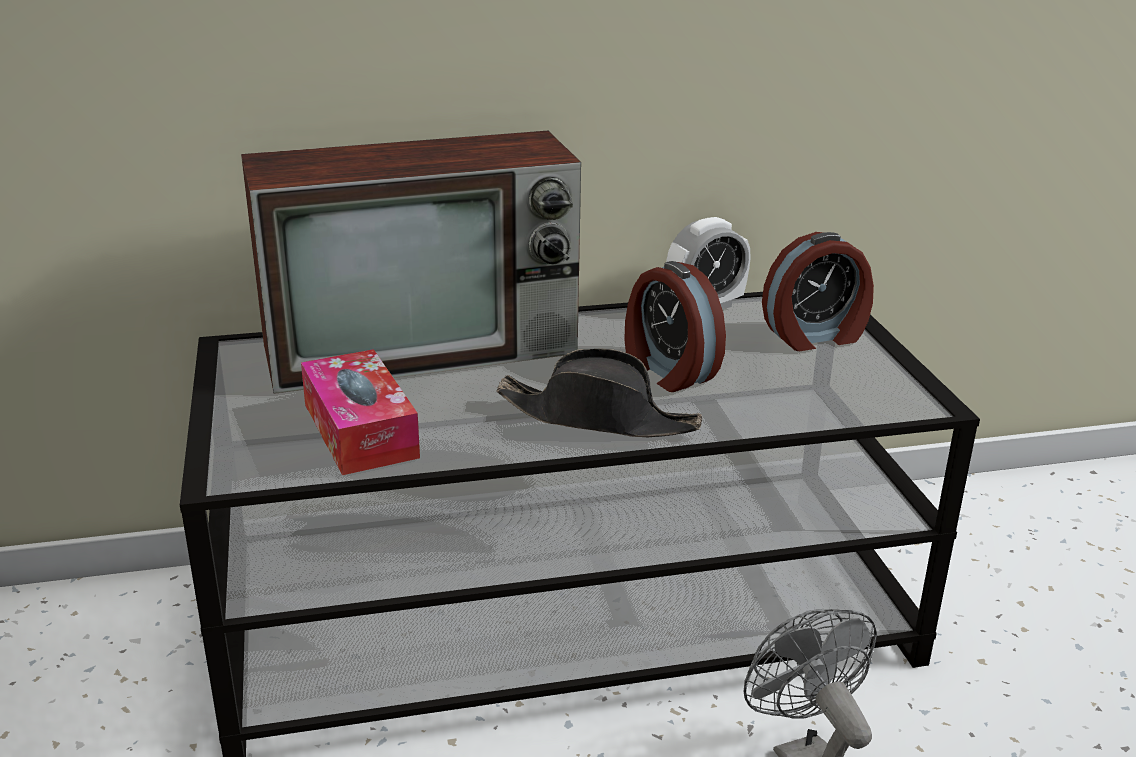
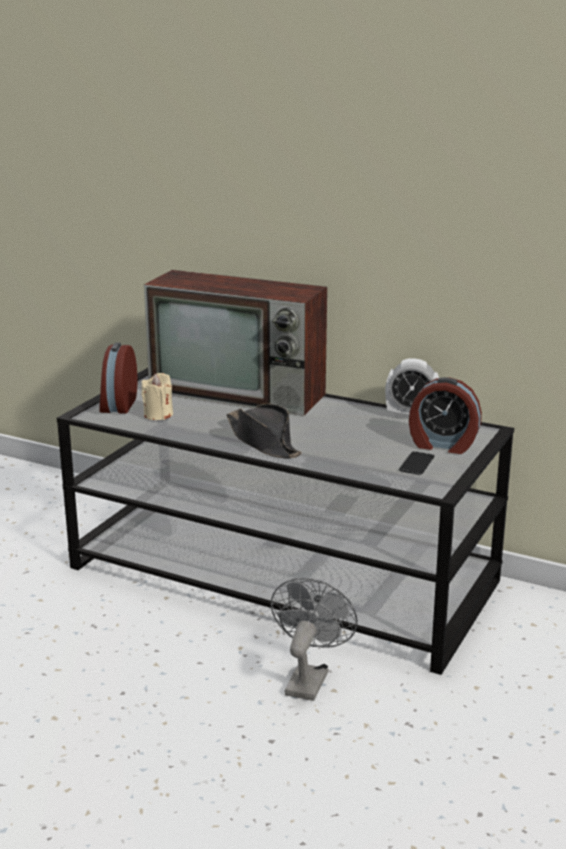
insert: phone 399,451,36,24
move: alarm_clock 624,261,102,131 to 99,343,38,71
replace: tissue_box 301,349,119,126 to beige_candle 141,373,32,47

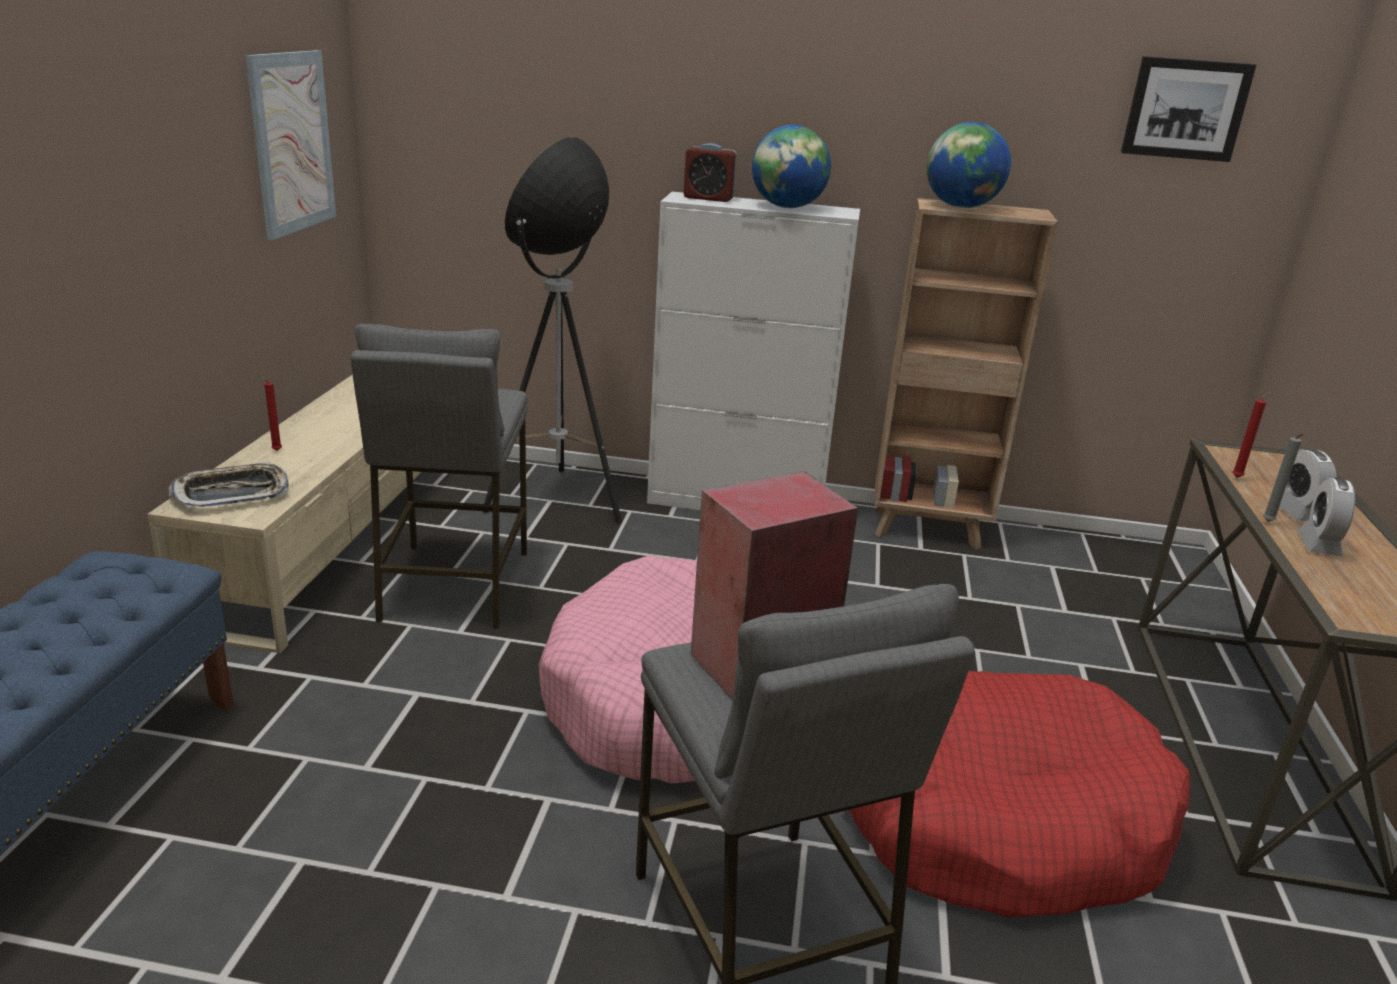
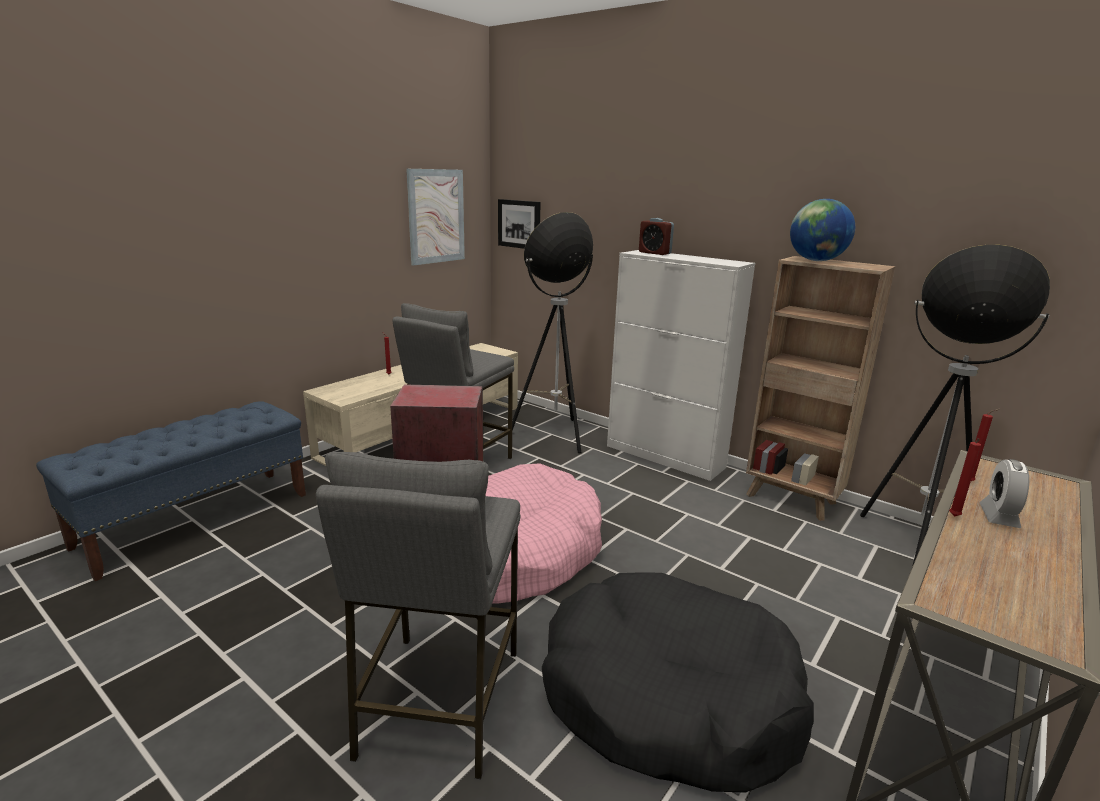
delete: globe 752,125,79,83; tray 168,462,121,47; alarm_clock 1298,477,57,80
insert: floor_lamp 860,245,190,322
move: picture 1121,56,135,106 to 498,199,43,50
recolor: grey_candle 1263,433,41,89 to red_candle 949,438,32,78; red_dog_bed 850,671,340,247 to black_dog_bed 542,572,272,221

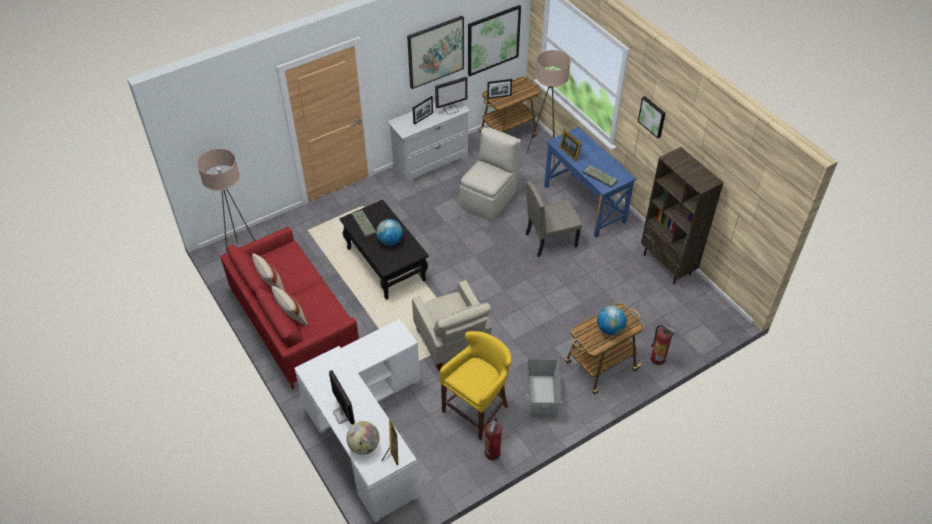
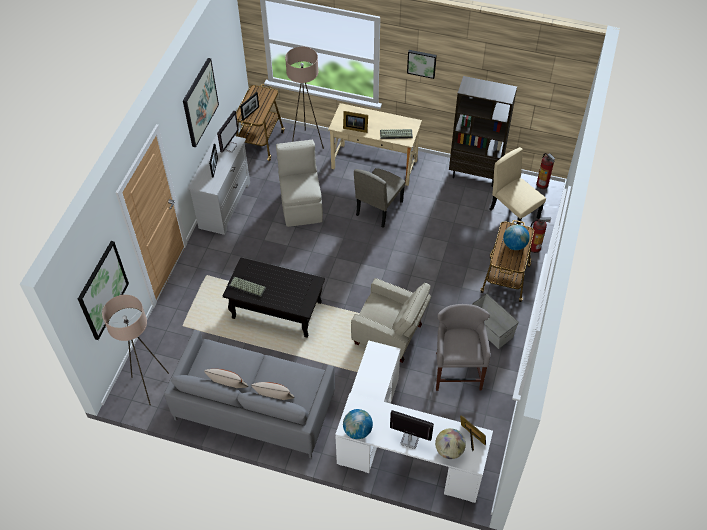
insert: beige_chair 489,147,57,78
move: picture 468,5,53,72 to 78,241,51,99; globe 376,219,27,27 to 343,409,30,30; fire_extinguisher 485,418,17,42 to 536,153,19,36
recolor: blue_desk 544,127,93,110 to beige_desk 328,103,94,83; red_sofa 220,227,139,163 to grey_sofa 164,330,171,128; yellow_stool 440,331,71,109 to grey_stool 436,304,55,87

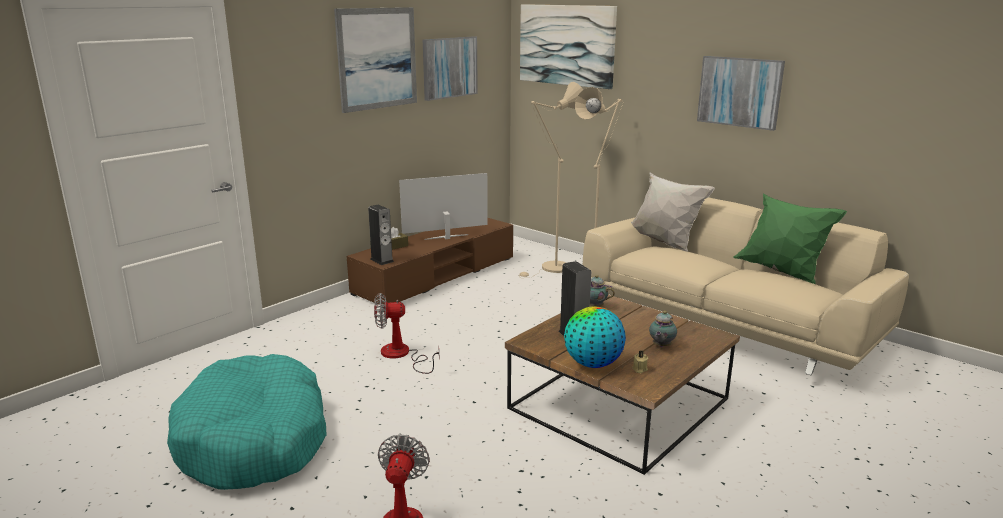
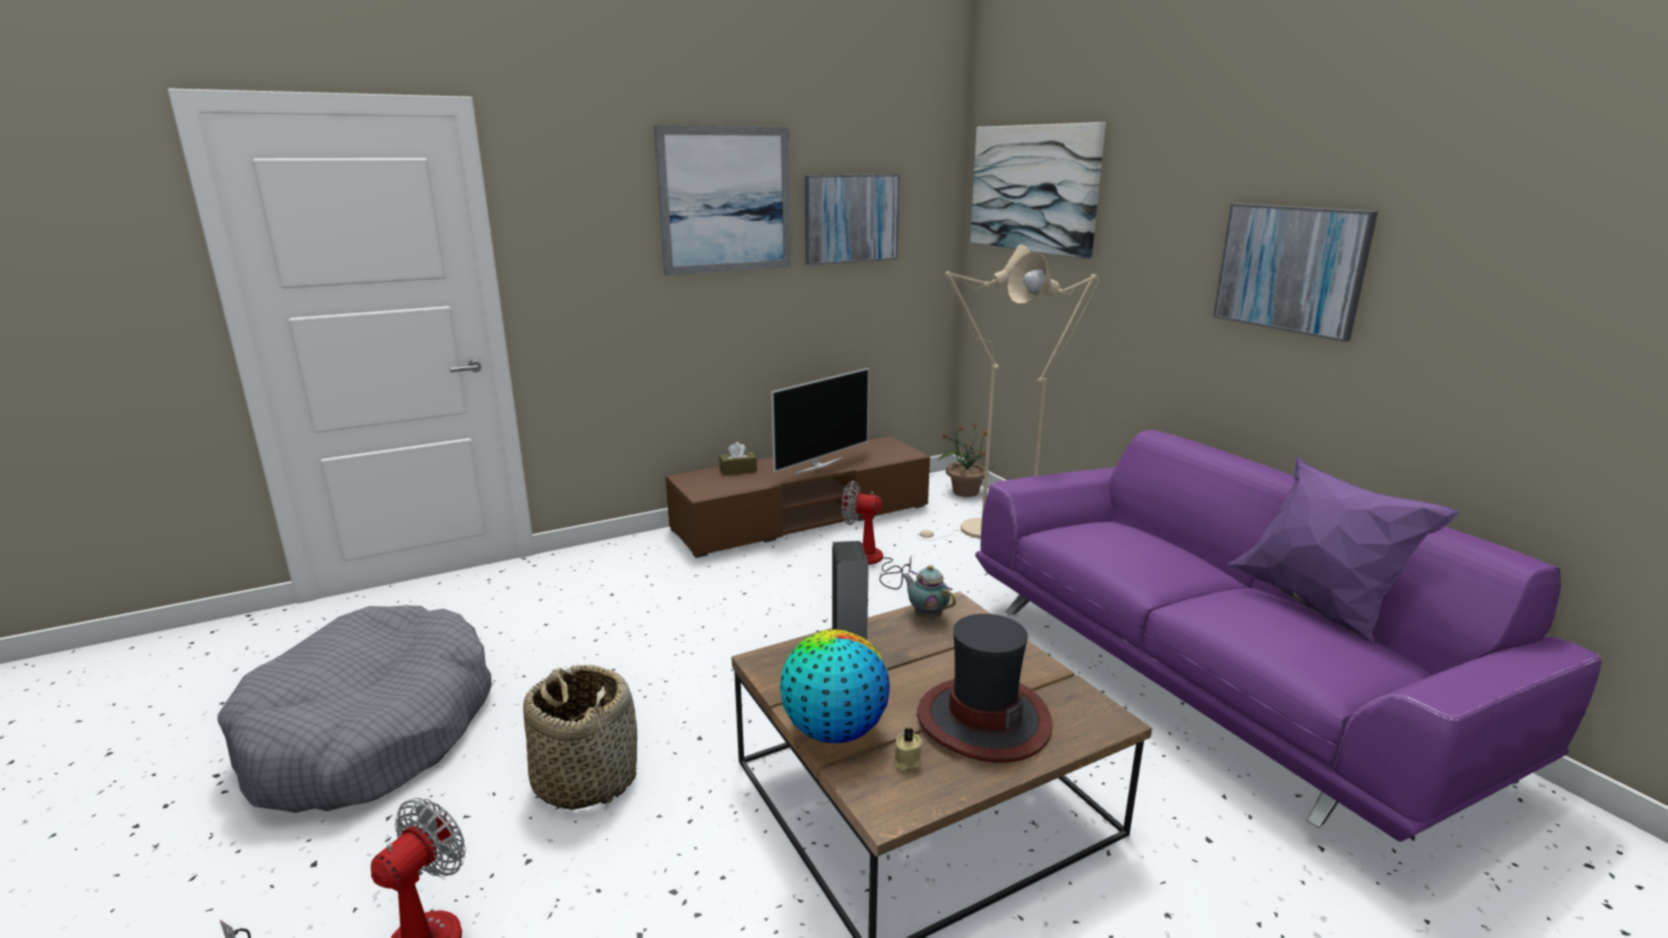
delete: white_pillow 631,172,84,80; speaker 368,205,26,60
insert: potted_plant 938,424,56,73; basket 523,665,114,145
move: fan 374,293,65,81 to 842,481,69,108
replace: teapot 649,311,28,36 to hat 917,614,136,149
recolor: green_pillow 733,193,114,91 to purple_pillow 1227,456,233,188; beige_sofa 583,197,326,178 to purple_sofa 975,430,627,412; turquoise_dog_bed 167,354,160,136 to grey_dog_bed 217,605,275,208
rotate: television 399,173,89,67 = 771,368,98,106 135 degrees clockwise

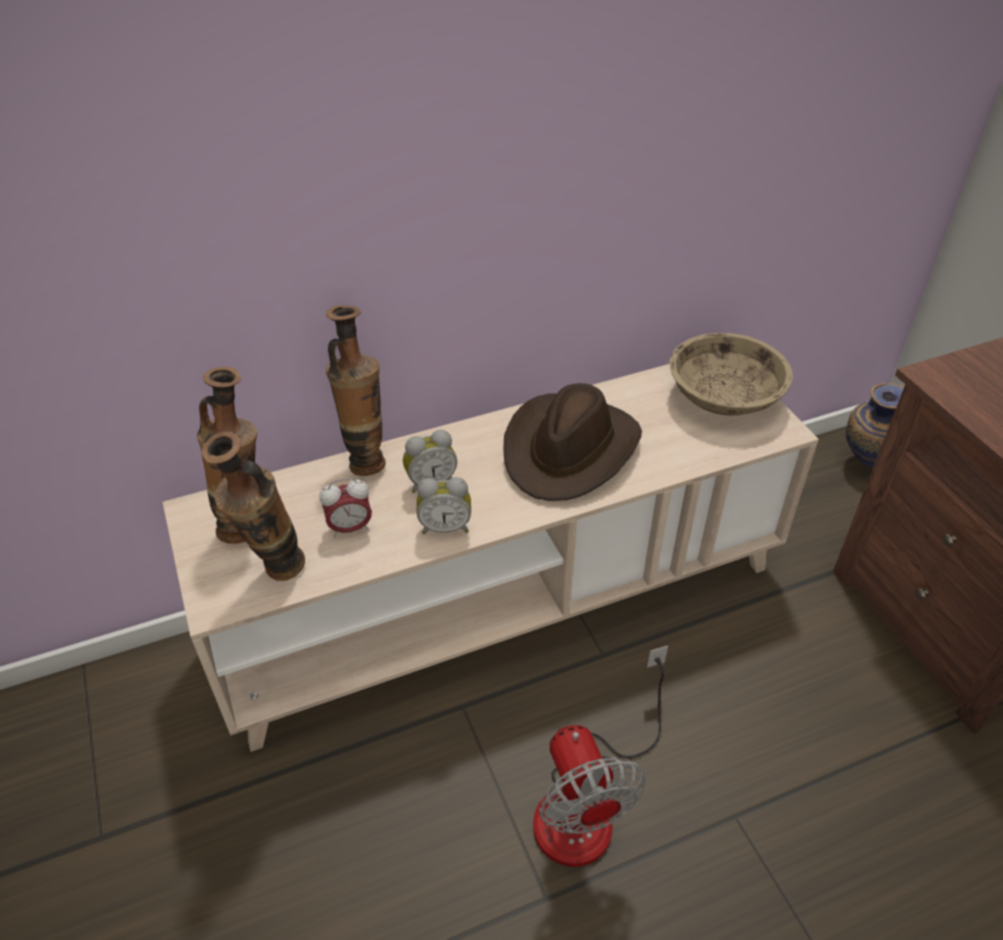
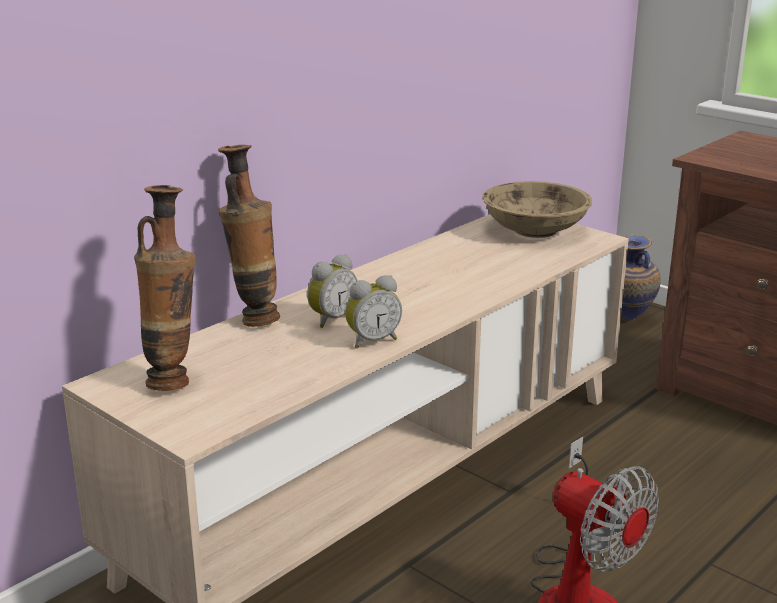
delete: brown_hat 503,383,139,118; vase 201,431,104,150; alarm_clock 320,478,52,60

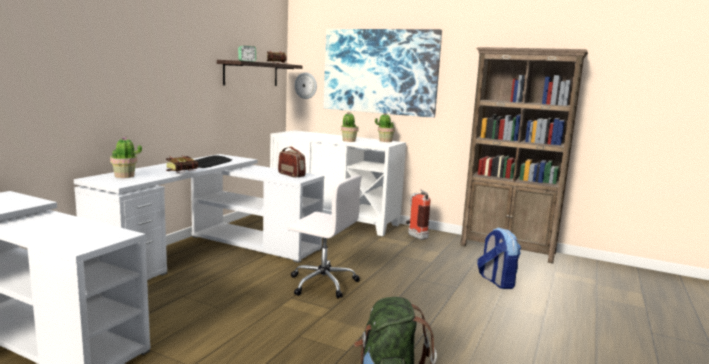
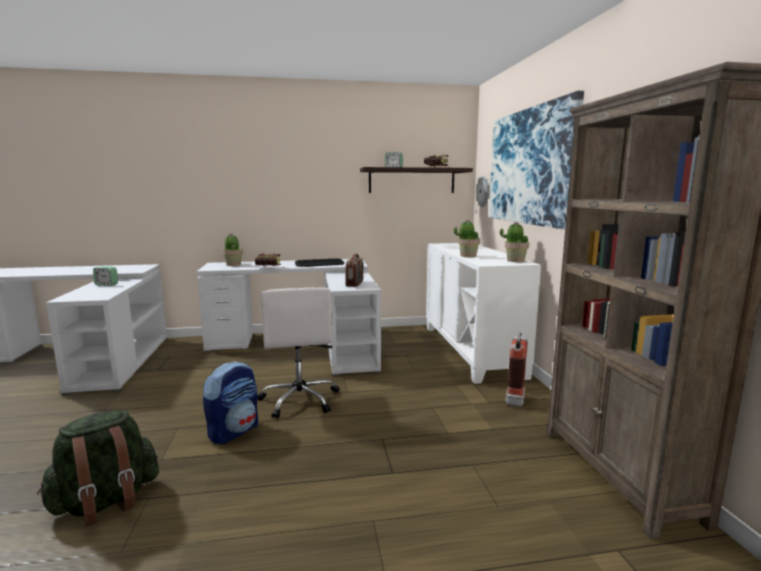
insert: alarm_clock 93,267,25,19
move: backpack 477,228,44,61 to 203,361,55,83

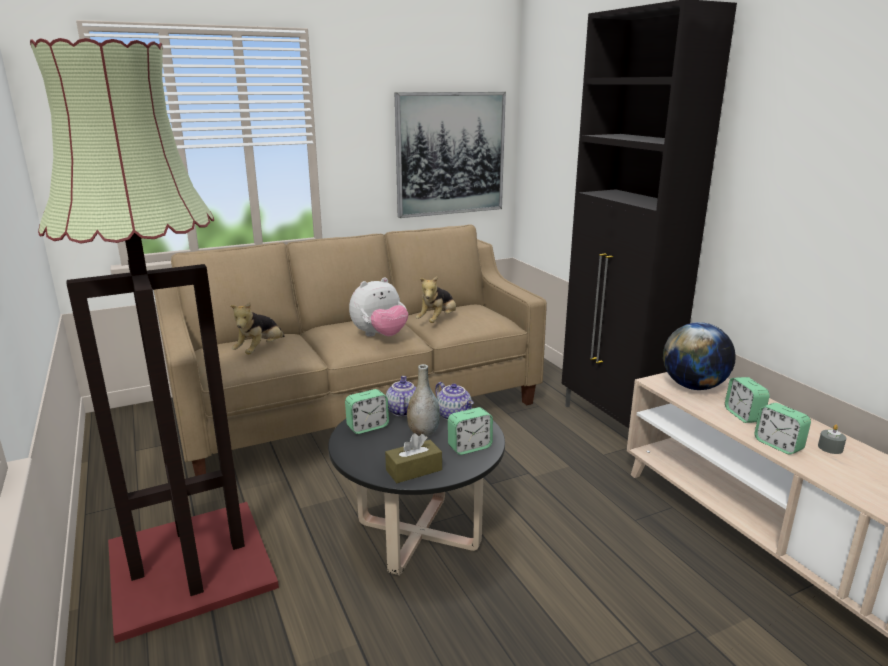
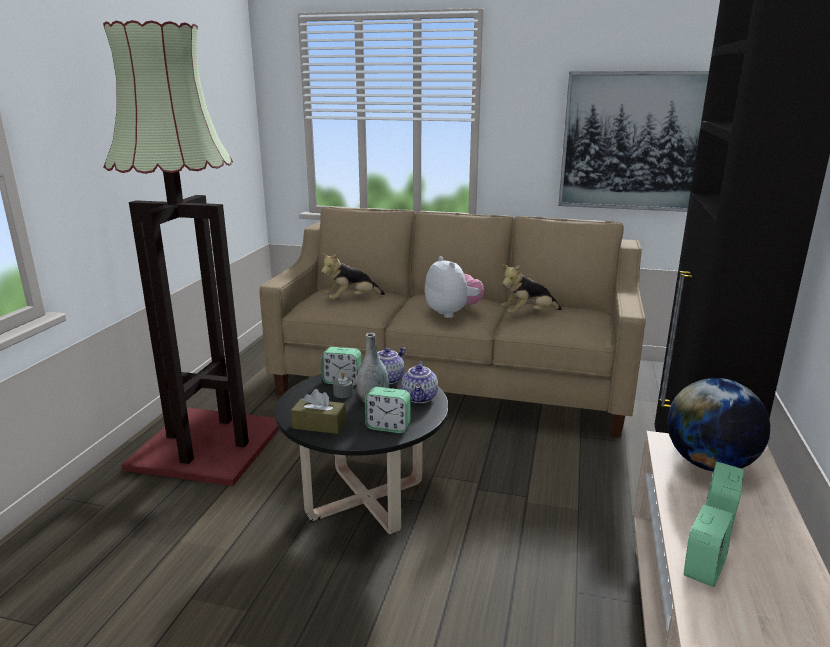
move: grey_candle 818,425,28,29 to 333,372,20,26
rotate: plush_toy 349,277,59,60 = 425,256,59,62 120 degrees counterclockwise; alarm_clock 754,403,57,52 = 684,505,50,82 150 degrees counterclockwise

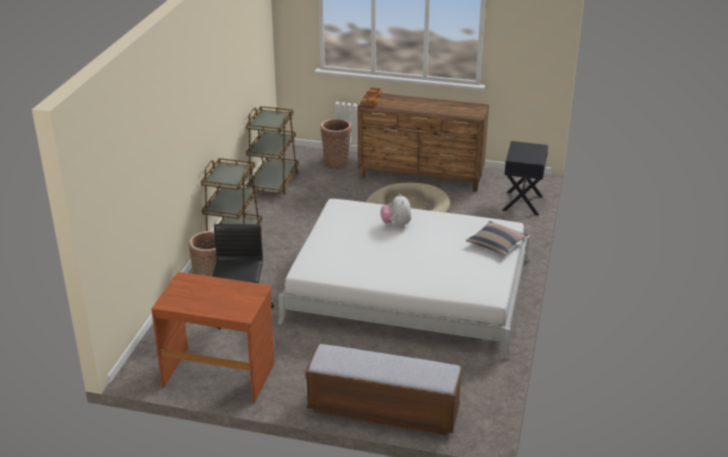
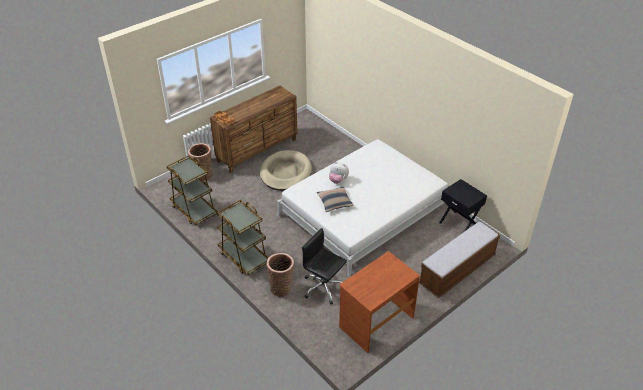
move: black_nightstand 502,141,46,74 to 439,179,48,53; pillow 466,221,61,34 to 317,186,37,26

